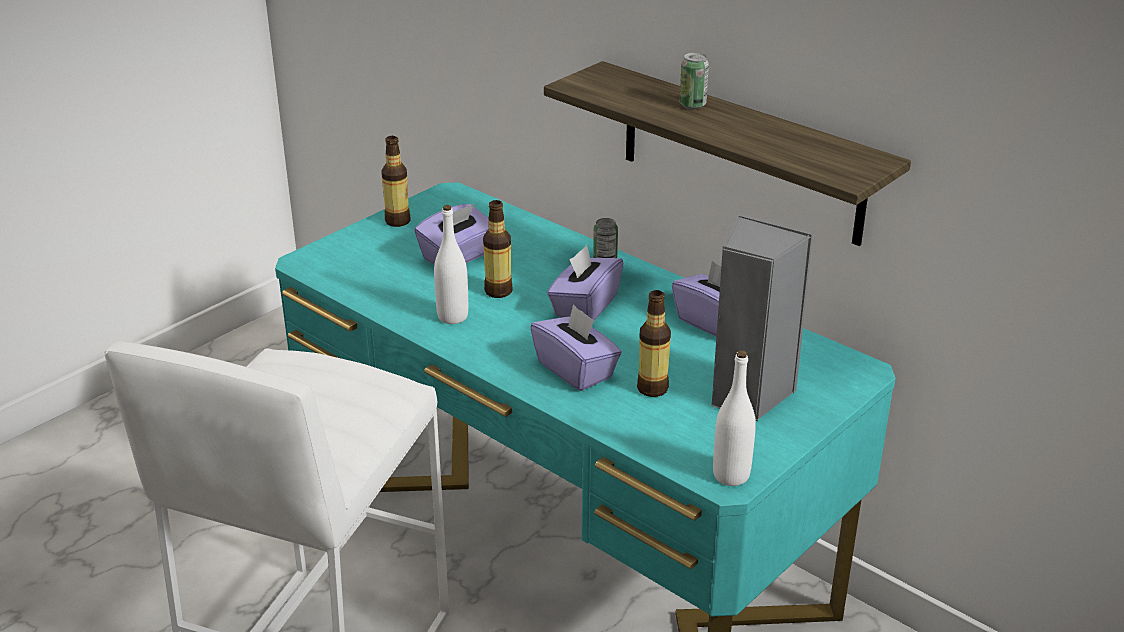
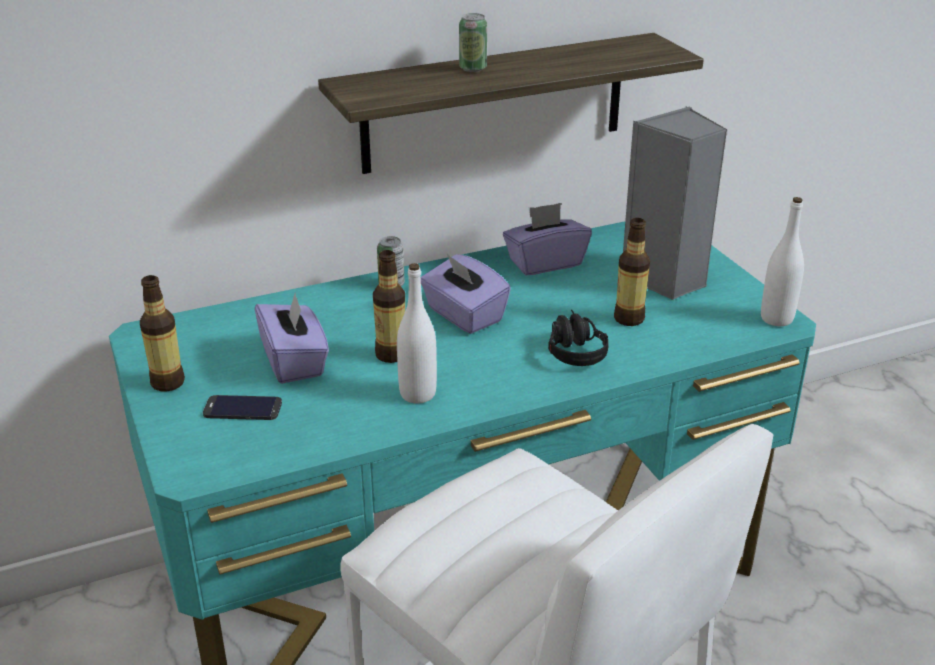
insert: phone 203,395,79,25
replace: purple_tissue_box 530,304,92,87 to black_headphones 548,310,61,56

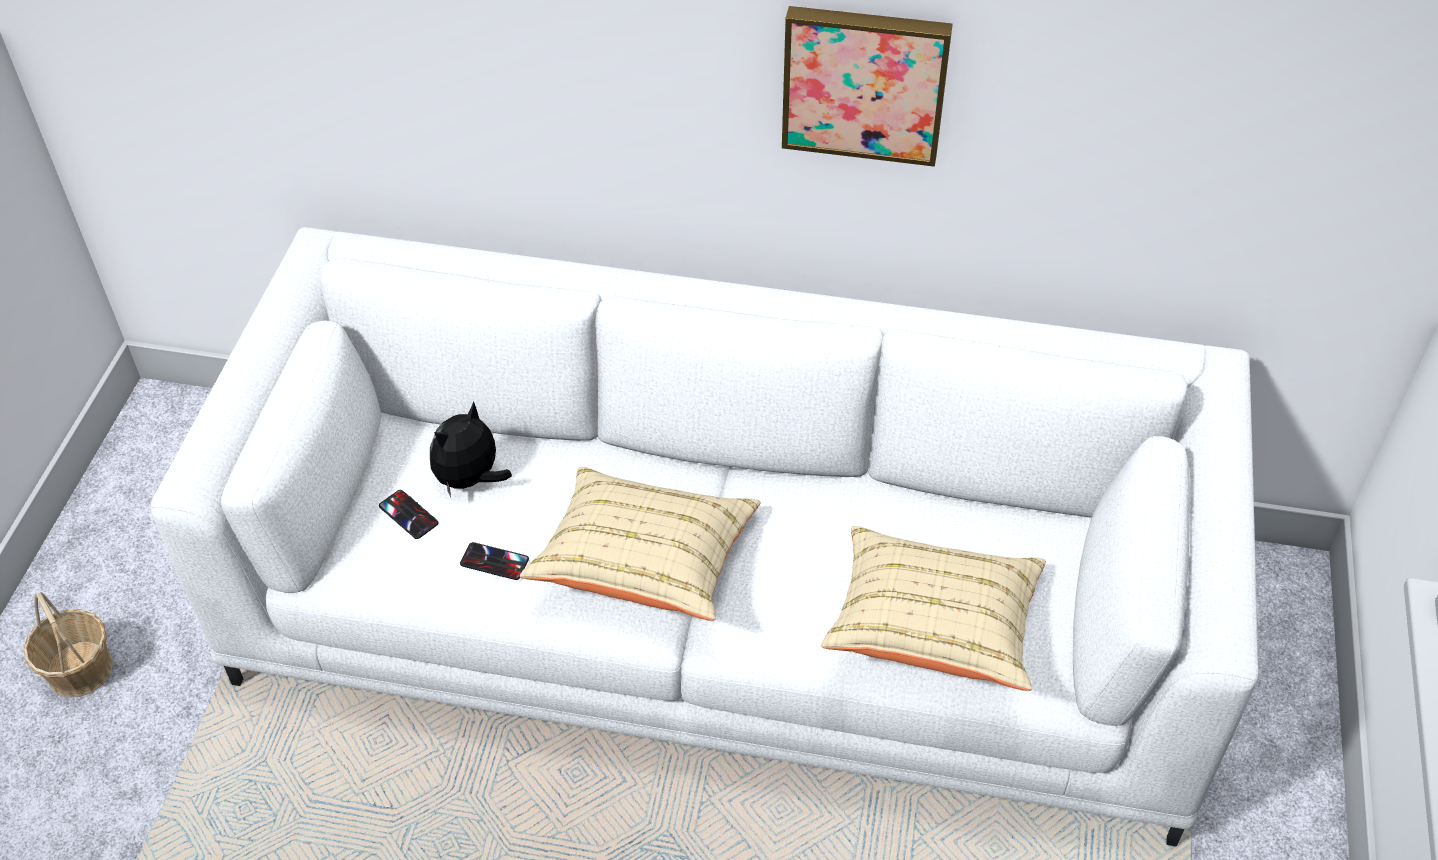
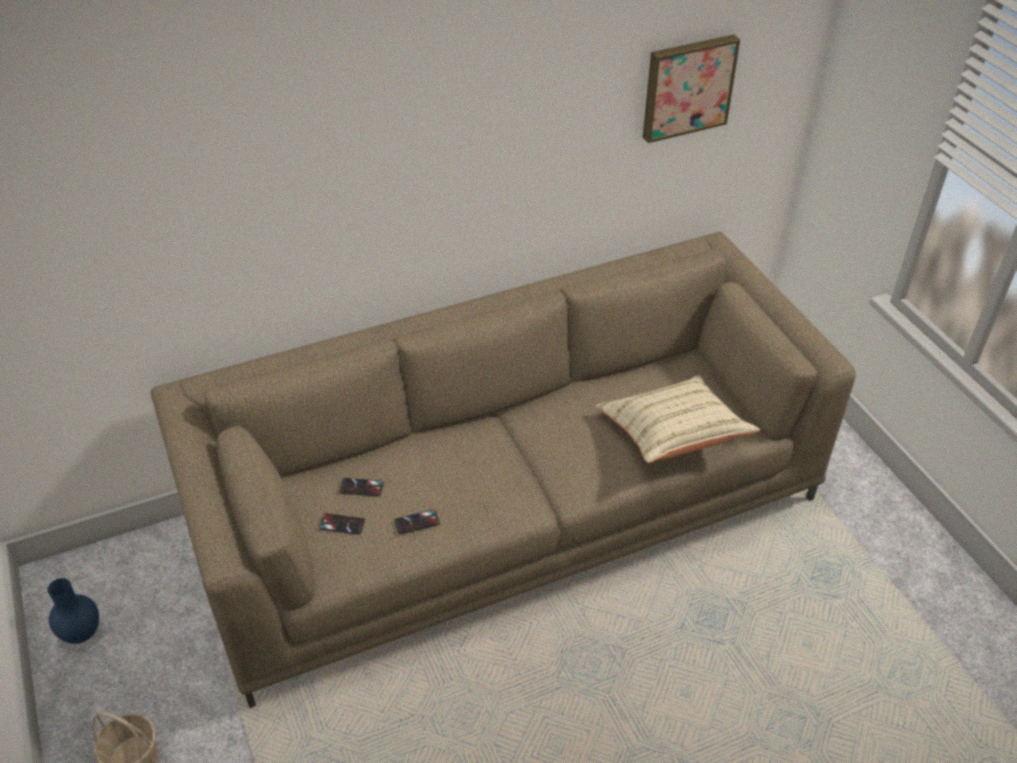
delete: beige_pillow 520,467,241,154
insert: blue_vase 47,578,52,66
move: picture 782,6,171,161 to 643,35,97,108
replace: plush_toy 430,401,82,96 to phone 340,478,44,18
recolor: white_sofa 151,227,1108,620 to brown_sofa 151,232,705,476

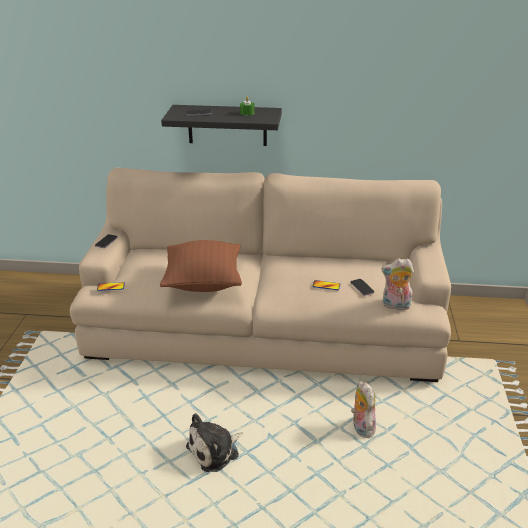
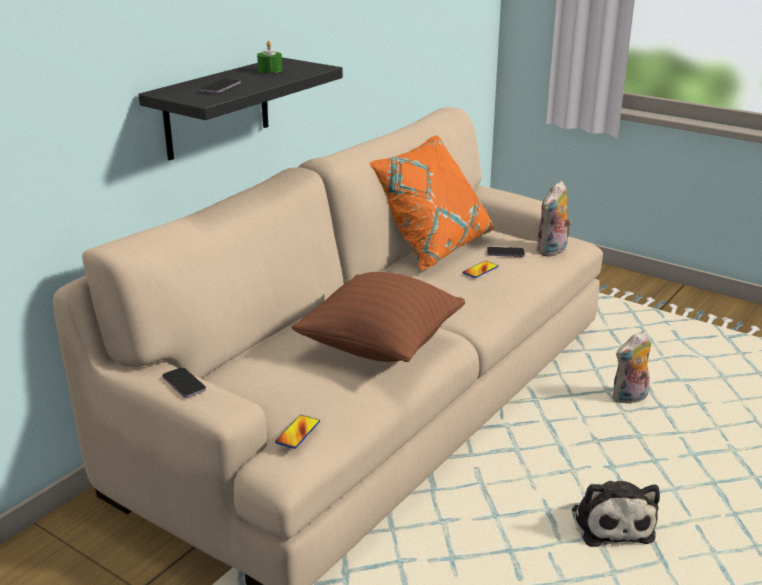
insert: orange_pillow 369,135,125,136
rotate: plush_toy 351,381,25,57 = 613,330,38,74 45 degrees counterclockwise

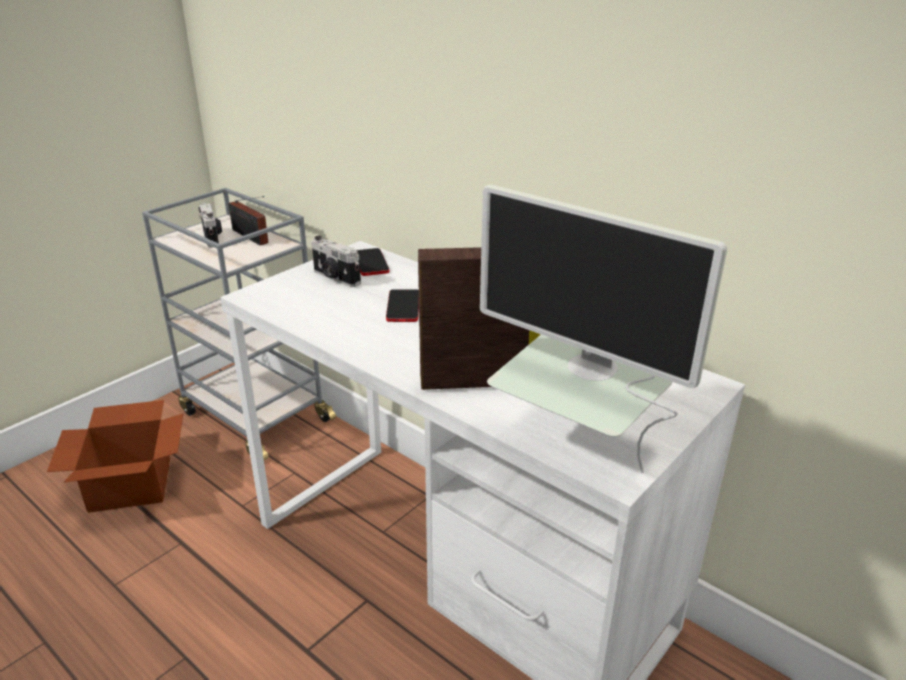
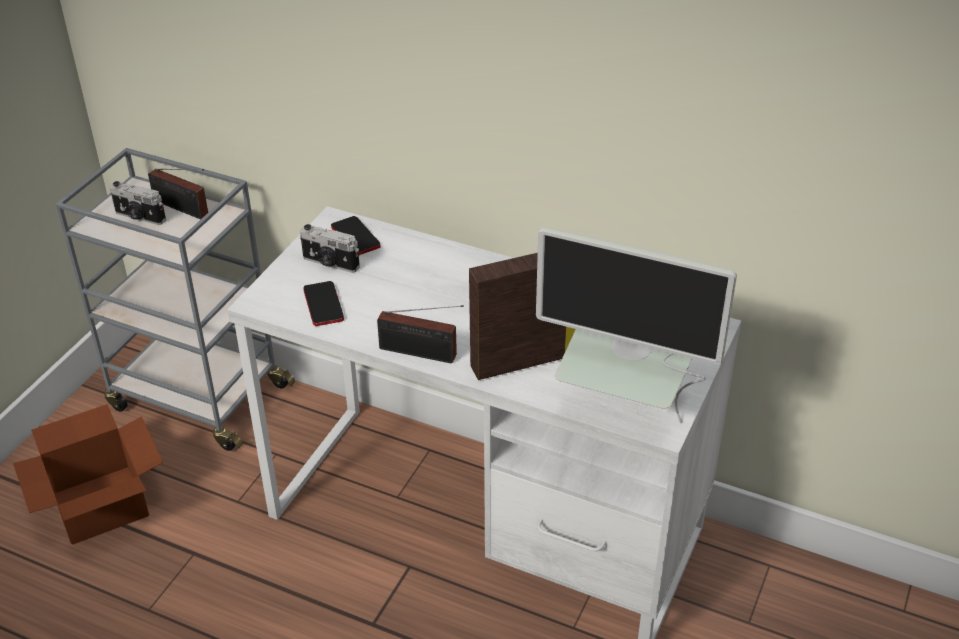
insert: radio 377,305,87,58
move: phone 386,290,33,32 to 303,281,41,45
rotate: photo_camera 199,203,23,45 = 110,181,56,44 150 degrees clockwise

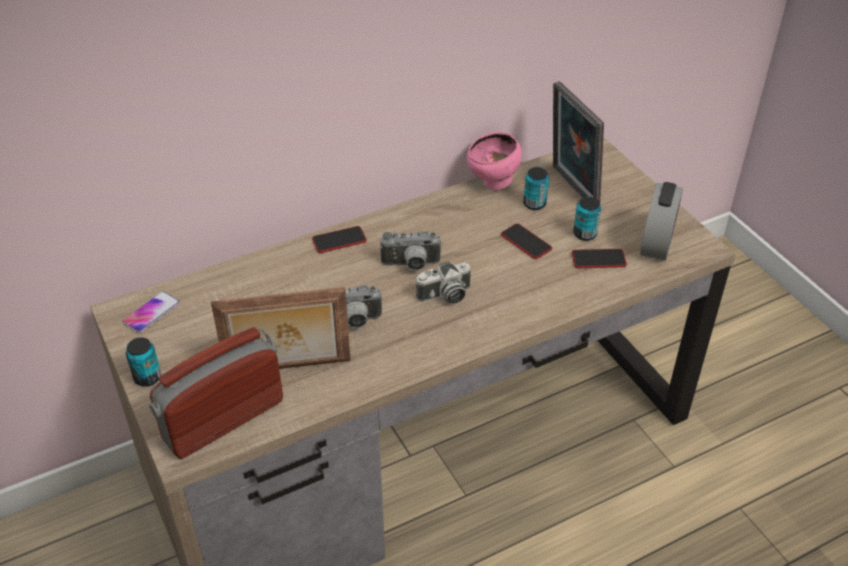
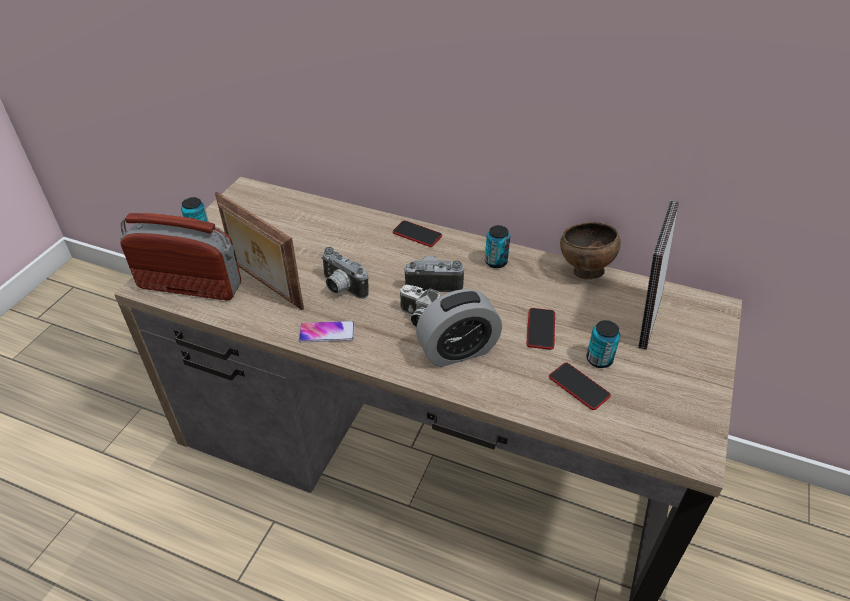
move: can 523,167,26,43 to 485,225,25,43; alarm_clock 640,182,43,78 to 416,289,86,78; phone 122,291,58,42 to 299,321,56,22
recolor: pink_bowl 467,132,55,58 to brown_bowl 560,222,61,57
rotate: photo_camera 380,231,62,40 = 404,255,61,37 135 degrees clockwise

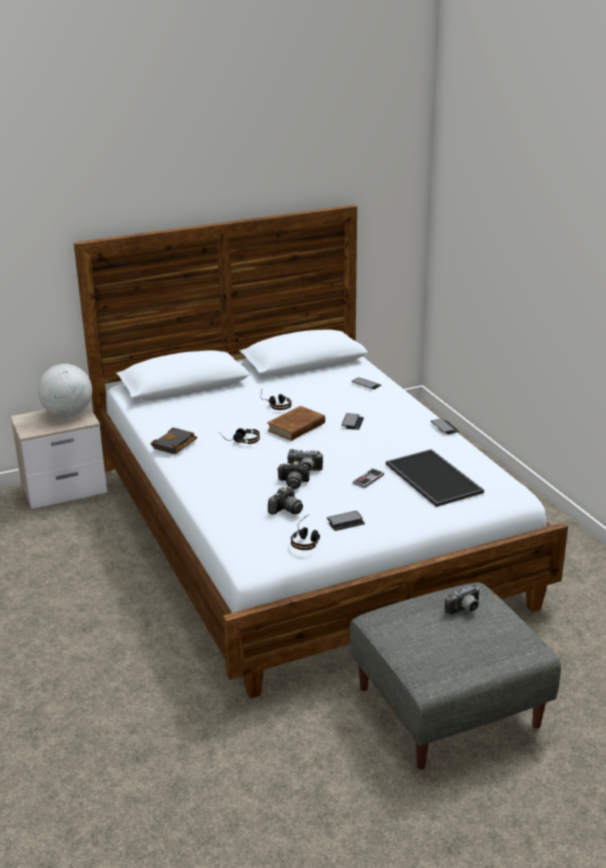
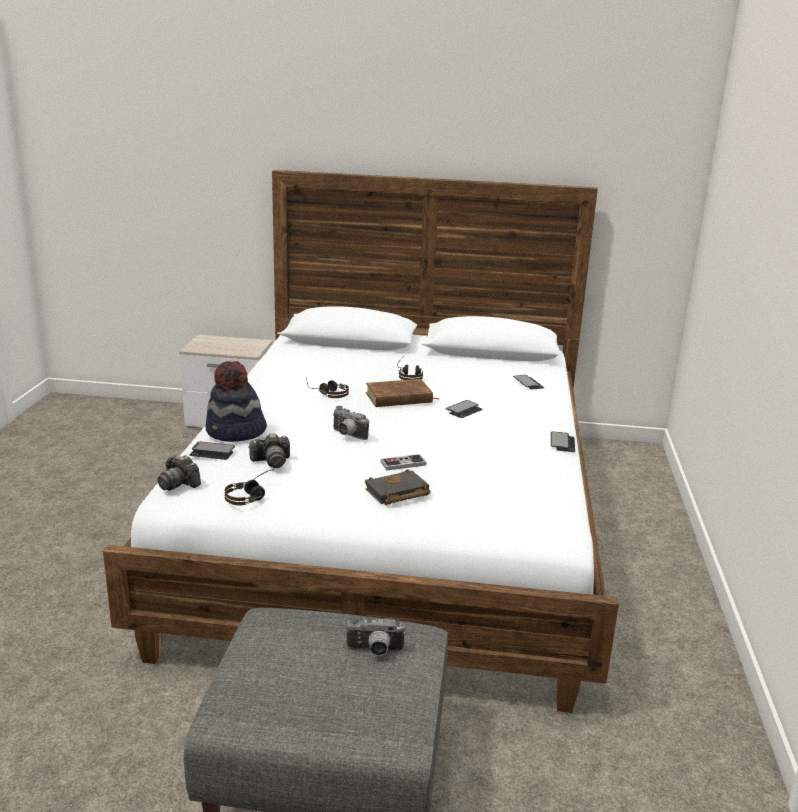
delete: globe 38,364,54,53; tray 386,449,98,58
insert: hat 205,361,62,81
move: black_book 150,428,47,26 to 365,469,65,36; photo_camera 277,461,33,28 to 157,455,44,36; phone 327,511,38,20 to 190,442,45,18

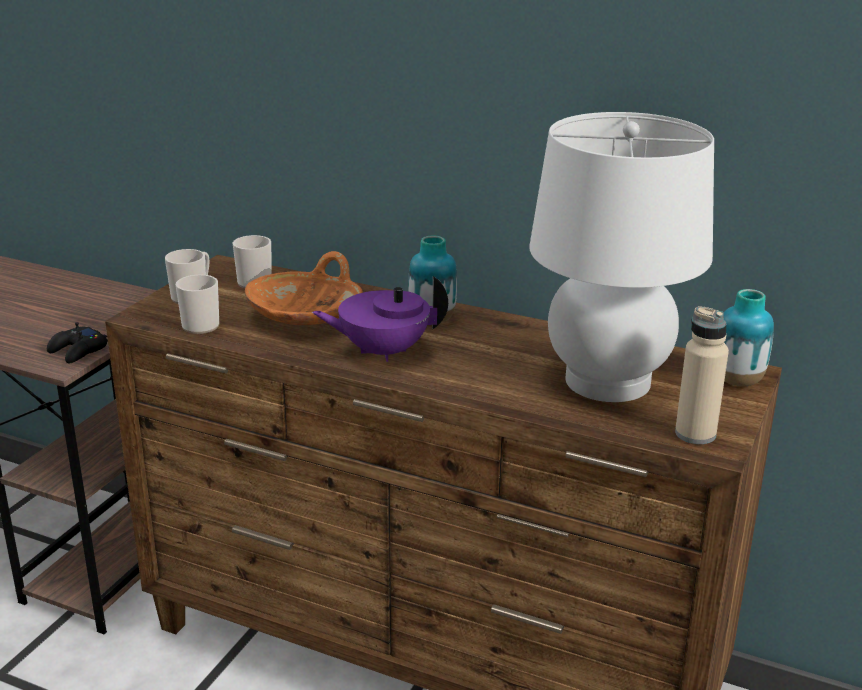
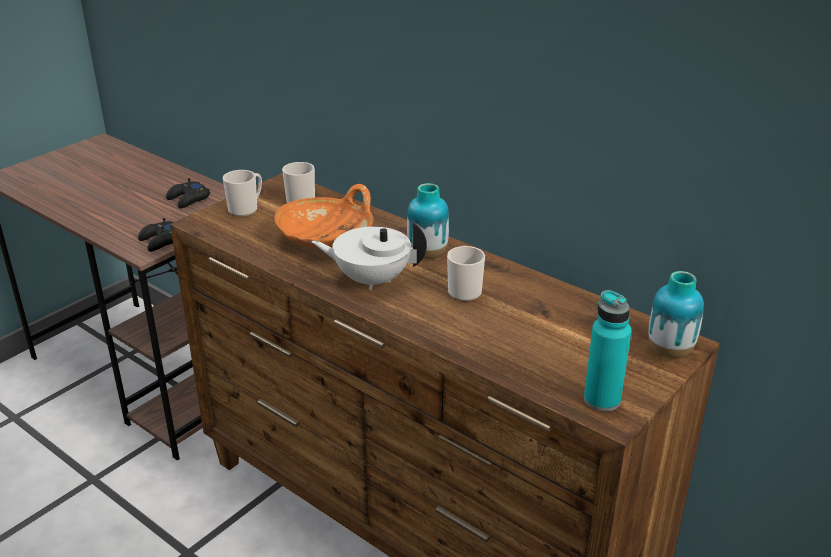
delete: white_table_lamp 529,112,185,290
insert: black_game_controller 166,178,44,31
move: mug 176,275,43,59 to 447,246,38,55
recolor: purple_teapot 312,276,136,86 to white_teapot 311,222,116,68; beige_bottle 675,306,54,138 to turquoise_bottle 584,290,48,122

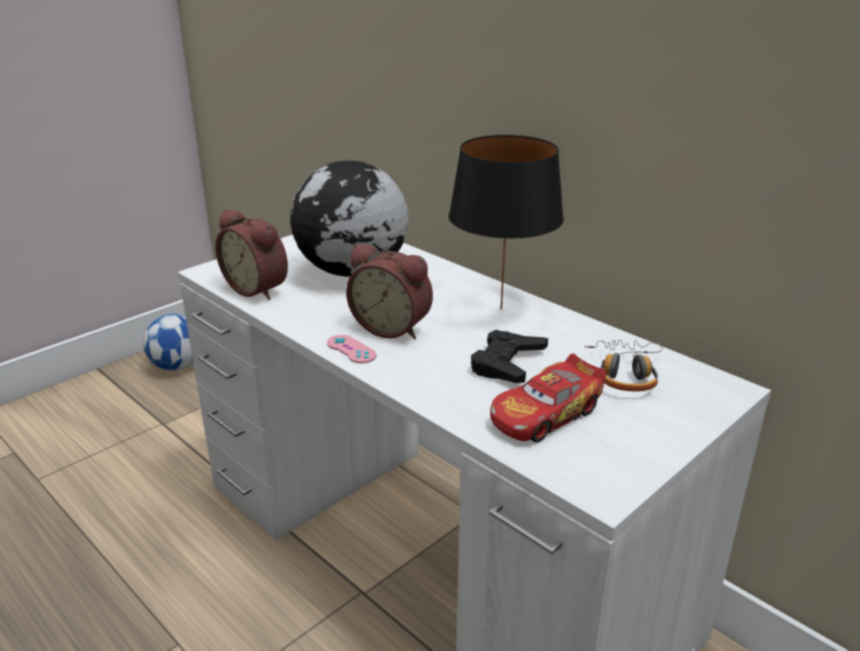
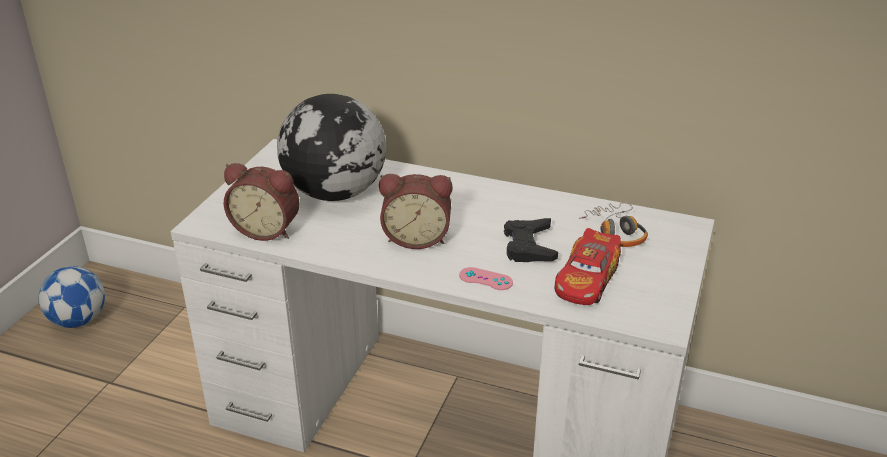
delete: black_table_lamp 448,135,116,175
move: pink_game_controller 327,335,49,28 to 459,267,54,23

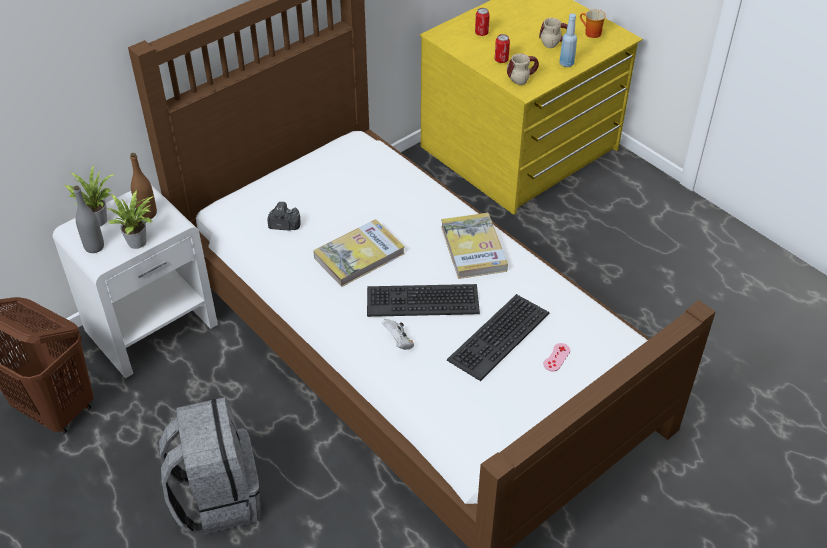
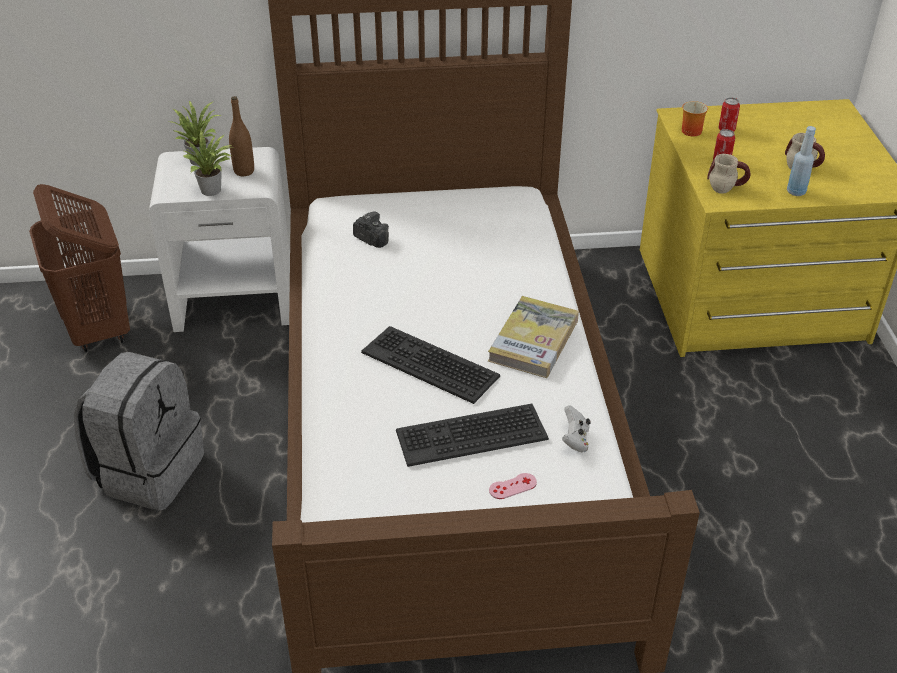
delete: grey_bottle 74,186,30,67; book 313,219,92,68
move: mug 580,10,26,28 to 682,101,26,35; white_game_controller 382,319,32,31 to 562,405,29,47

